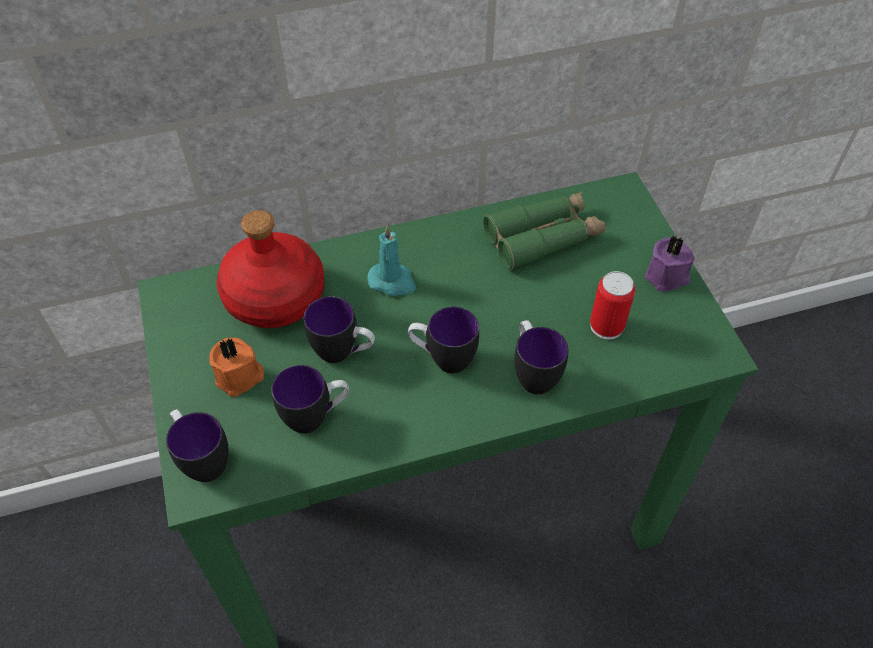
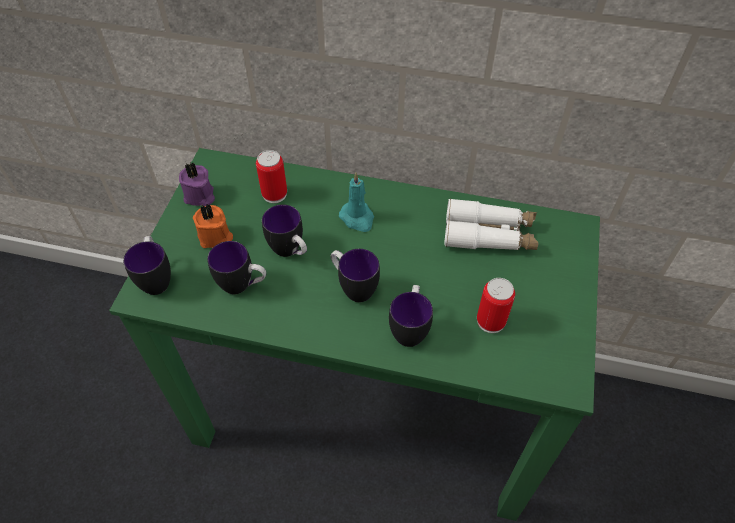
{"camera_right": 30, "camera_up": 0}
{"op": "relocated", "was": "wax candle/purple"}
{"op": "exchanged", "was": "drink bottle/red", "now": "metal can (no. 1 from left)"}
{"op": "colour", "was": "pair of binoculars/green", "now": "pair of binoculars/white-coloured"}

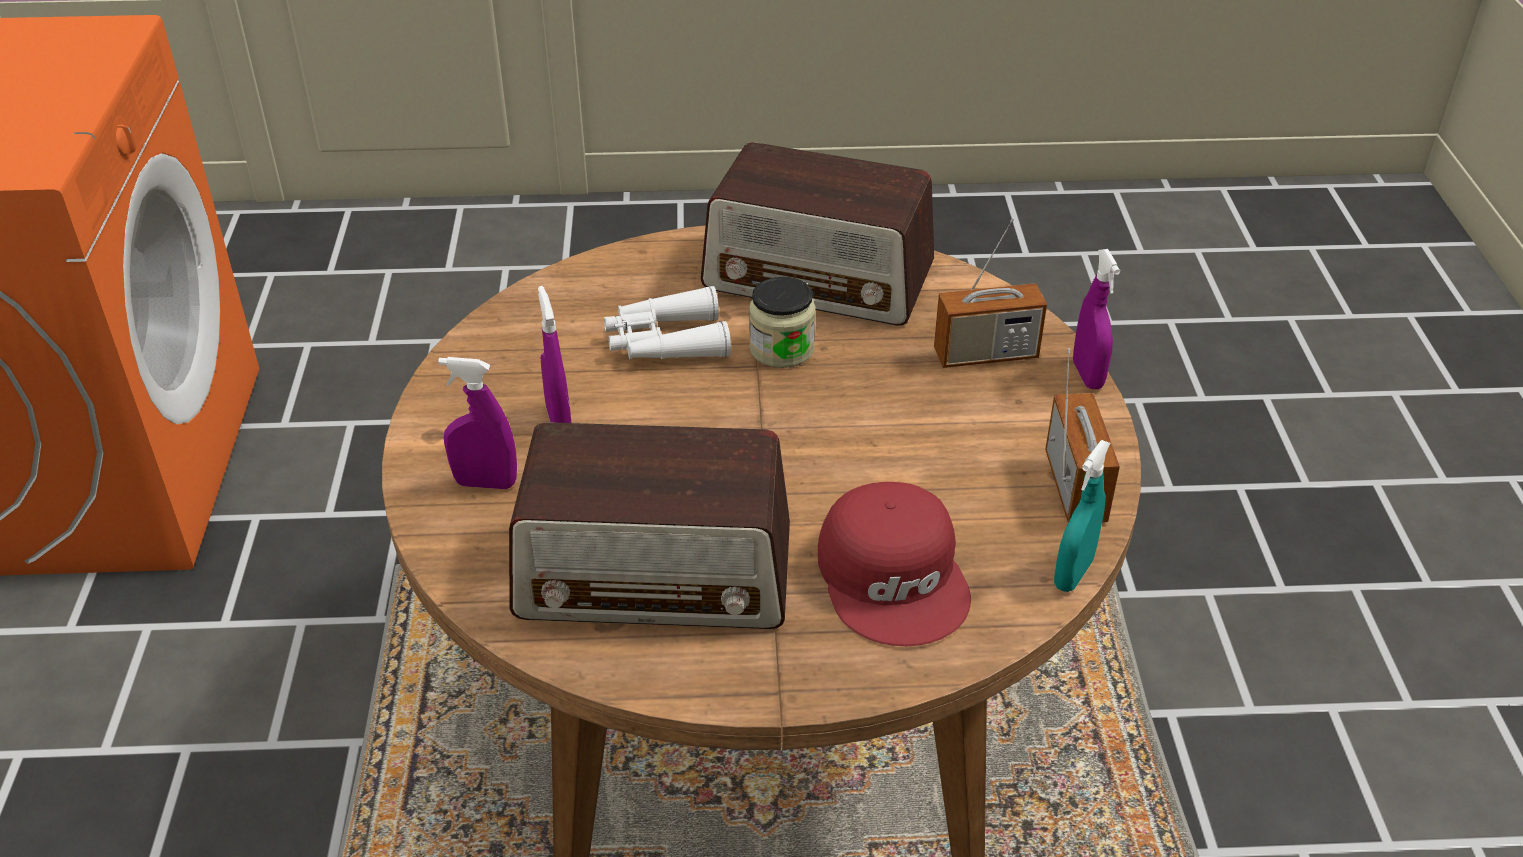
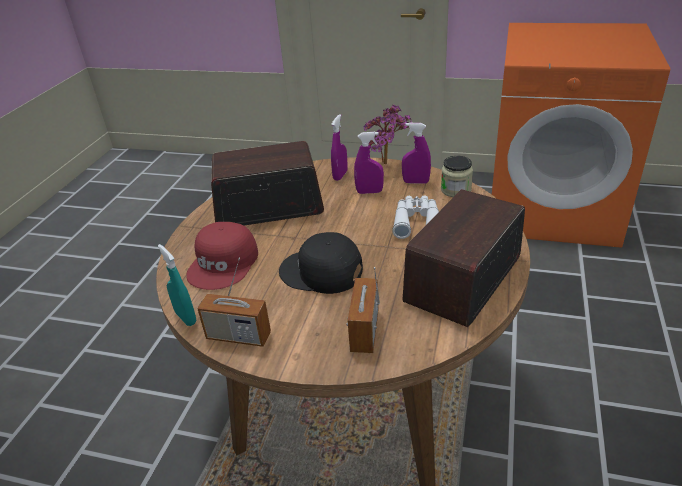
{"camera_right": 110, "camera_up": -5}
{"op": "spun", "was": "cap/red", "clockwise": -75}
{"op": "spun", "was": "radio set (no. 1 from left in the first image)", "clockwise": 60}
{"op": "appeared", "now": "cap/black"}
{"op": "appeared", "now": "potted plant"}
{"op": "relocated", "was": "spray bottle/purple (no. 3 from left)"}
{"op": "relocated", "was": "storage jar"}

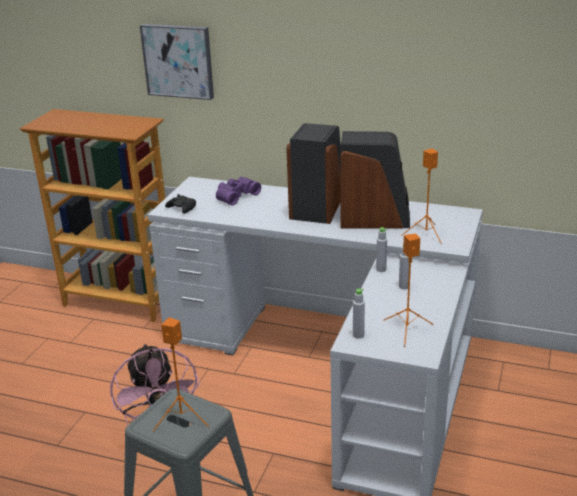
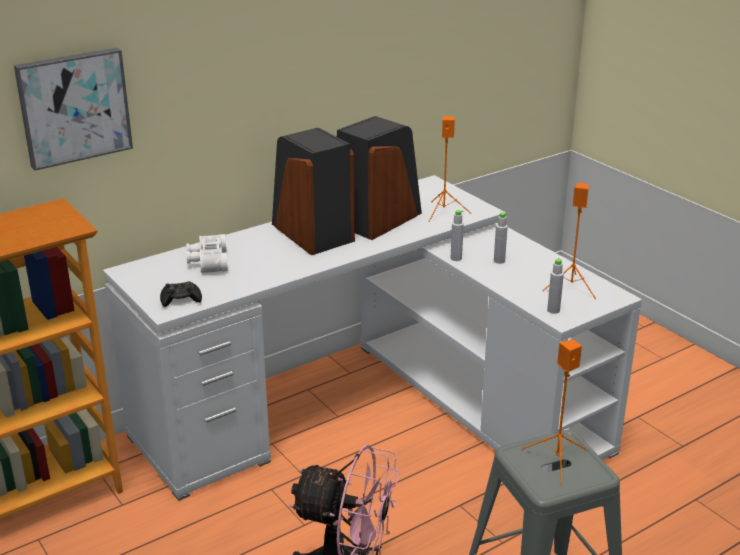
{"camera_right": -55, "camera_up": 0}
{"op": "colour", "was": "pair of binoculars/purple", "now": "pair of binoculars/white-coloured"}

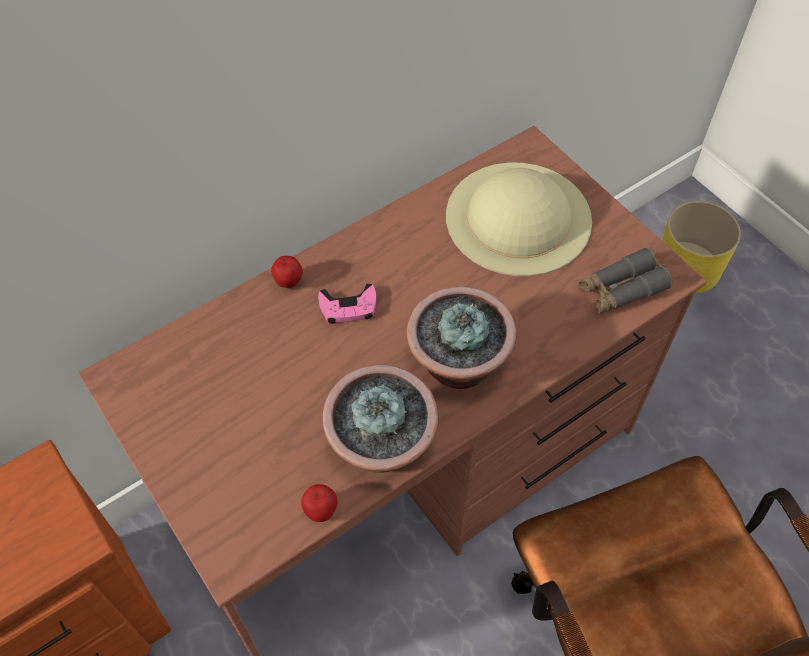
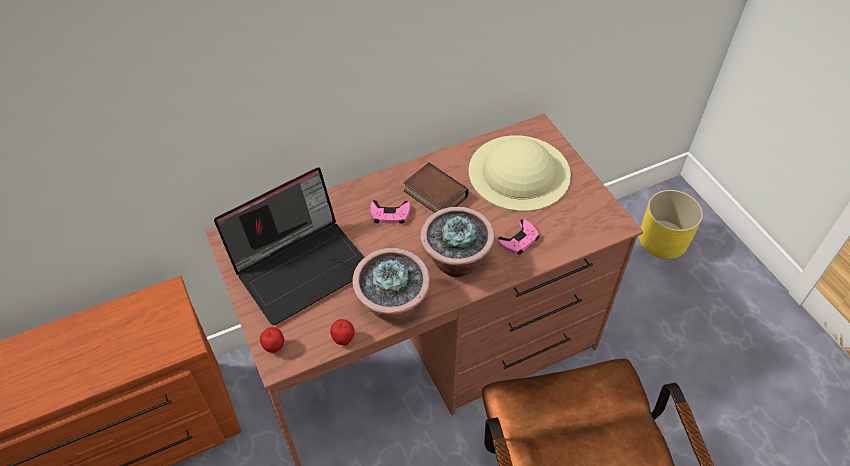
{"camera_right": 10, "camera_up": -5}
{"op": "appeared", "now": "portable computer"}
{"op": "relocated", "was": "apple (no. 1 from left)"}
{"op": "appeared", "now": "book"}
{"op": "appeared", "now": "joypad/pink-coloured (no. 2 from left)"}
{"op": "missing", "was": "pair of binoculars/gray"}

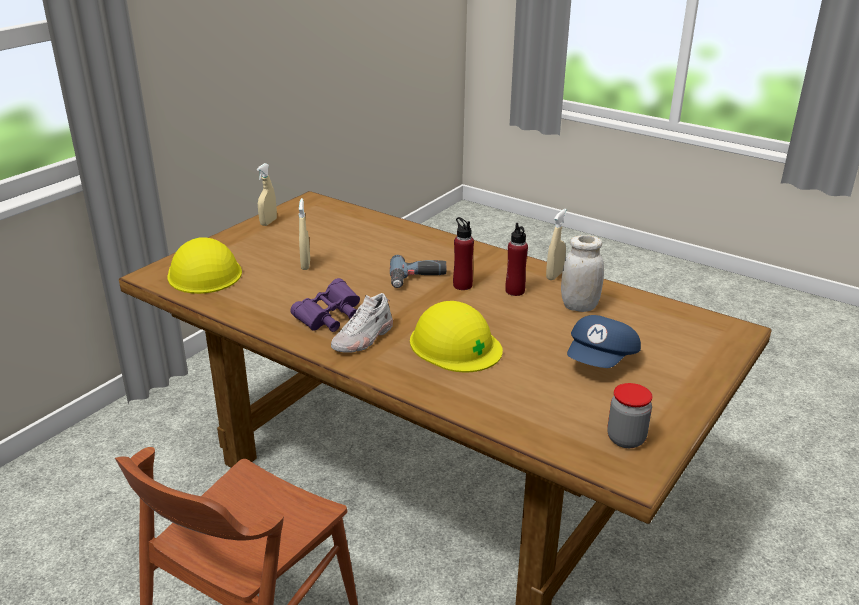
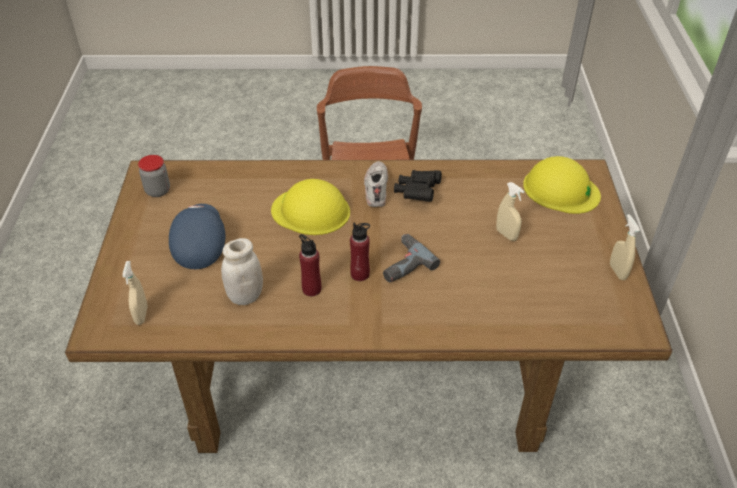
{"camera_right": 145, "camera_up": 15}
{"op": "relocated", "was": "spray bottle/sand-coloured (no. 3 from left in the first image)", "now": "spray bottle/sand-coloured (no. 1 from left)"}
{"op": "colour", "was": "pair of binoculars/purple", "now": "pair of binoculars/black"}

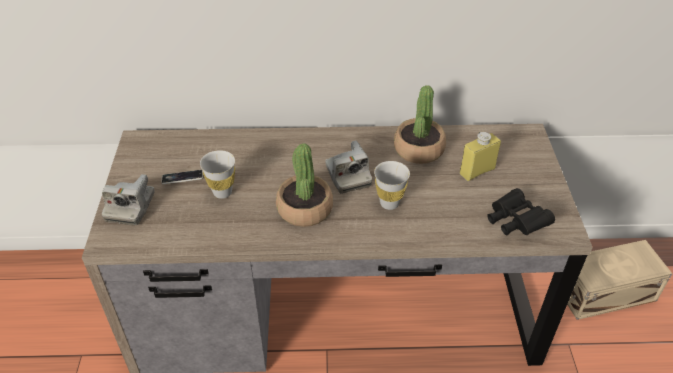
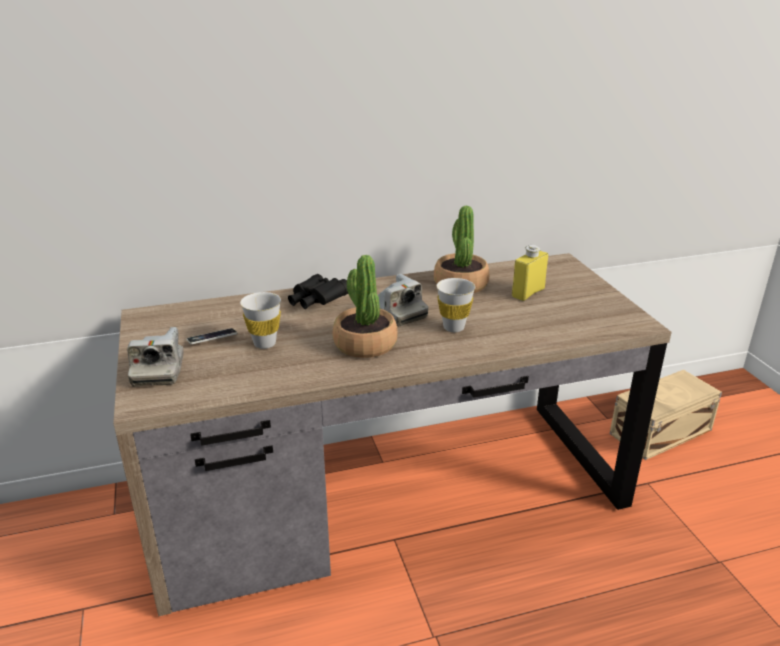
{"camera_right": -15, "camera_up": -15}
{"op": "relocated", "was": "pair of binoculars/black"}

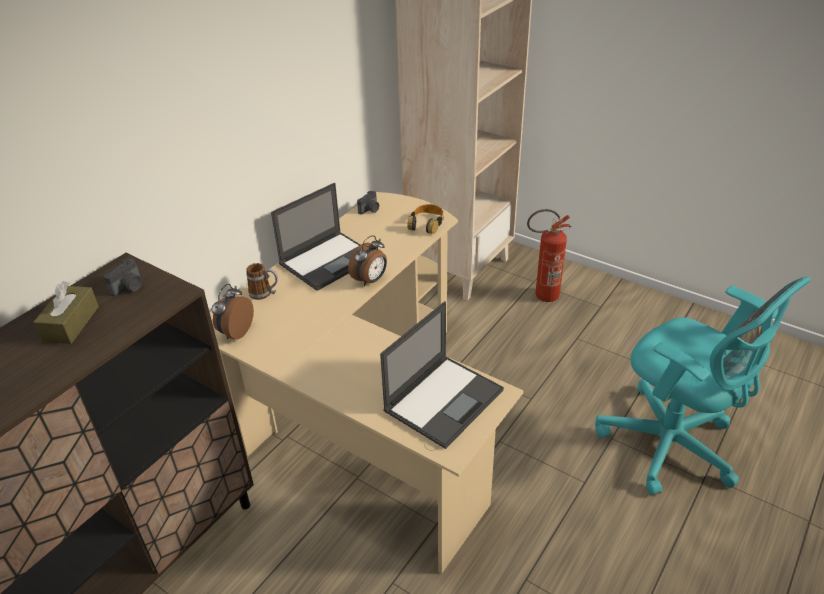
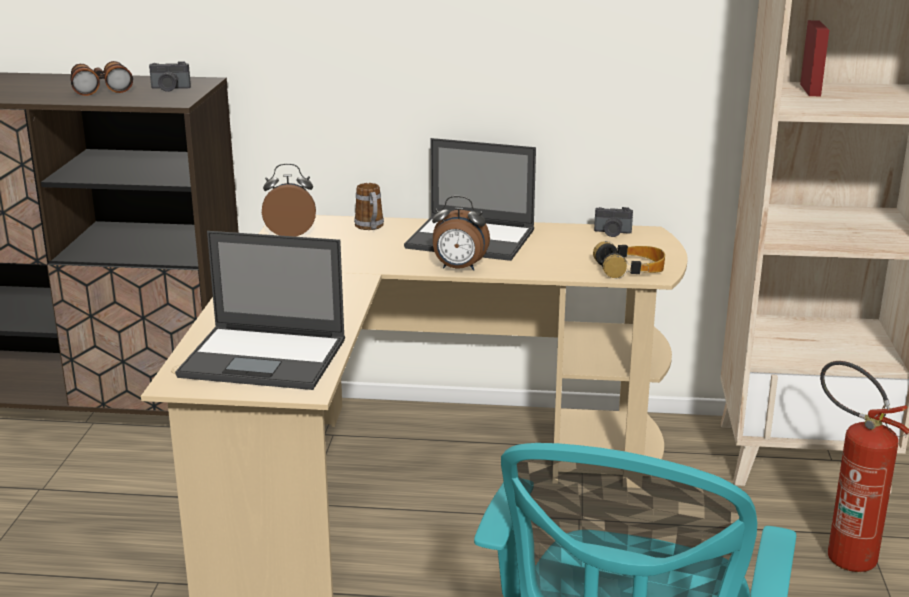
{"camera_right": 60, "camera_up": -15}
{"op": "exchanged", "was": "tissue box/brown", "now": "pair of binoculars"}

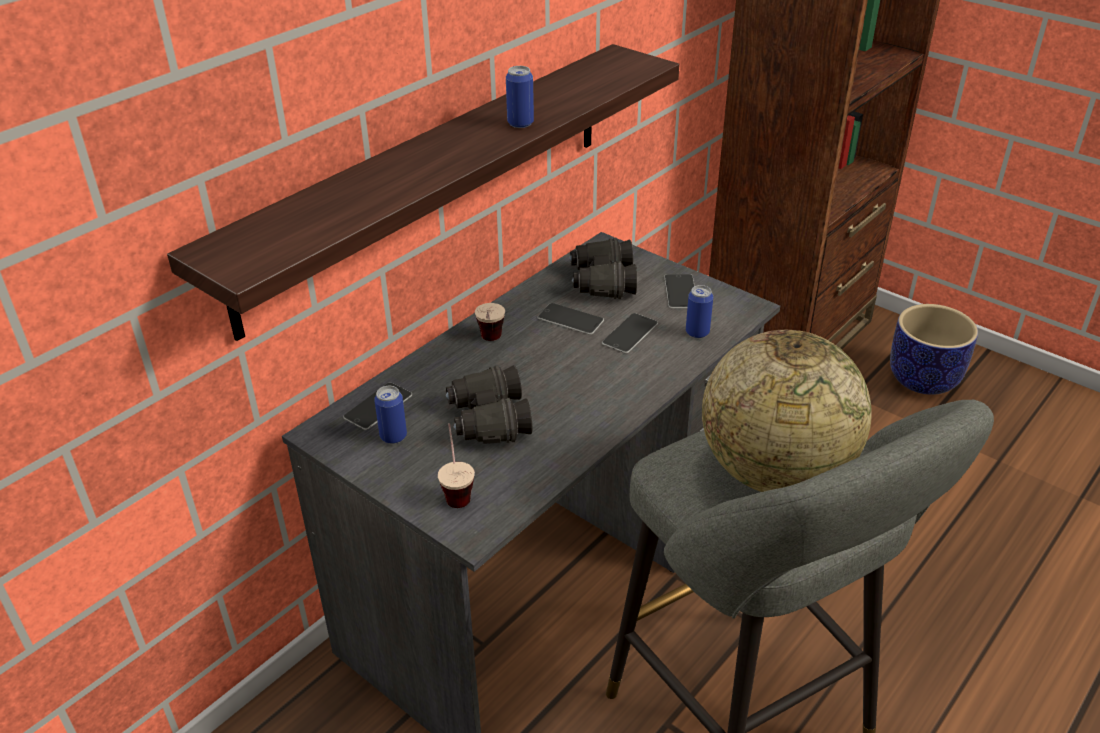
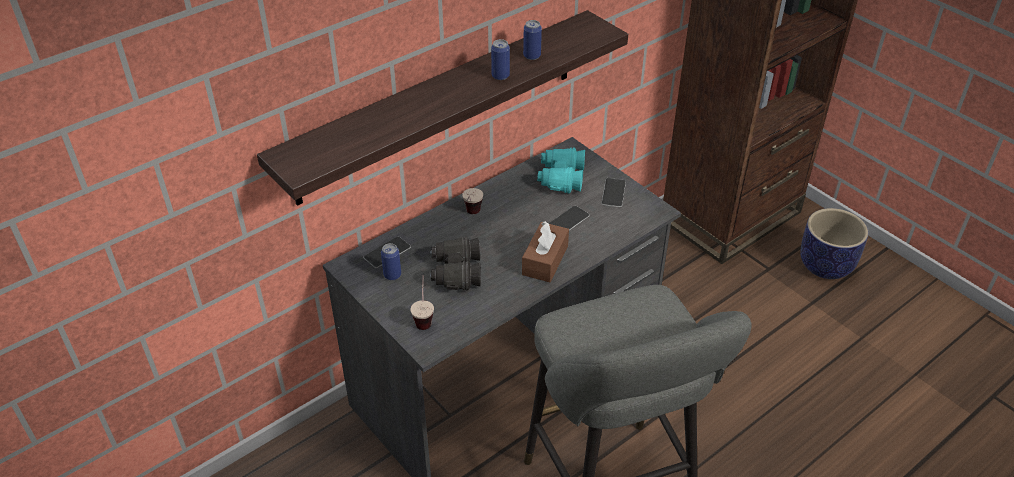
{"camera_right": 10, "camera_up": 5}
{"op": "appeared", "now": "tissue box/brown"}
{"op": "relocated", "was": "metal can (no. 3 from left)"}
{"op": "colour", "was": "pair of binoculars/black (no. 2 from left)", "now": "pair of binoculars/blue-green"}
{"op": "missing", "was": "telephone (no. 2 from left)"}
{"op": "missing", "was": "desk globe"}

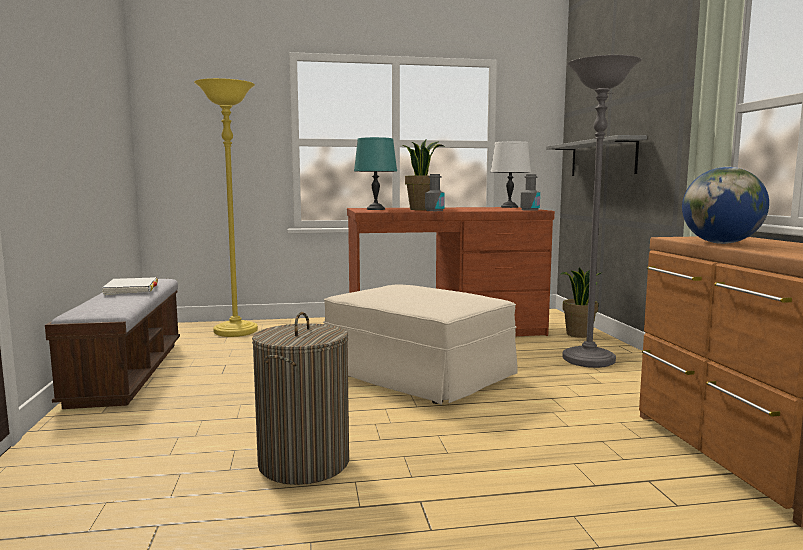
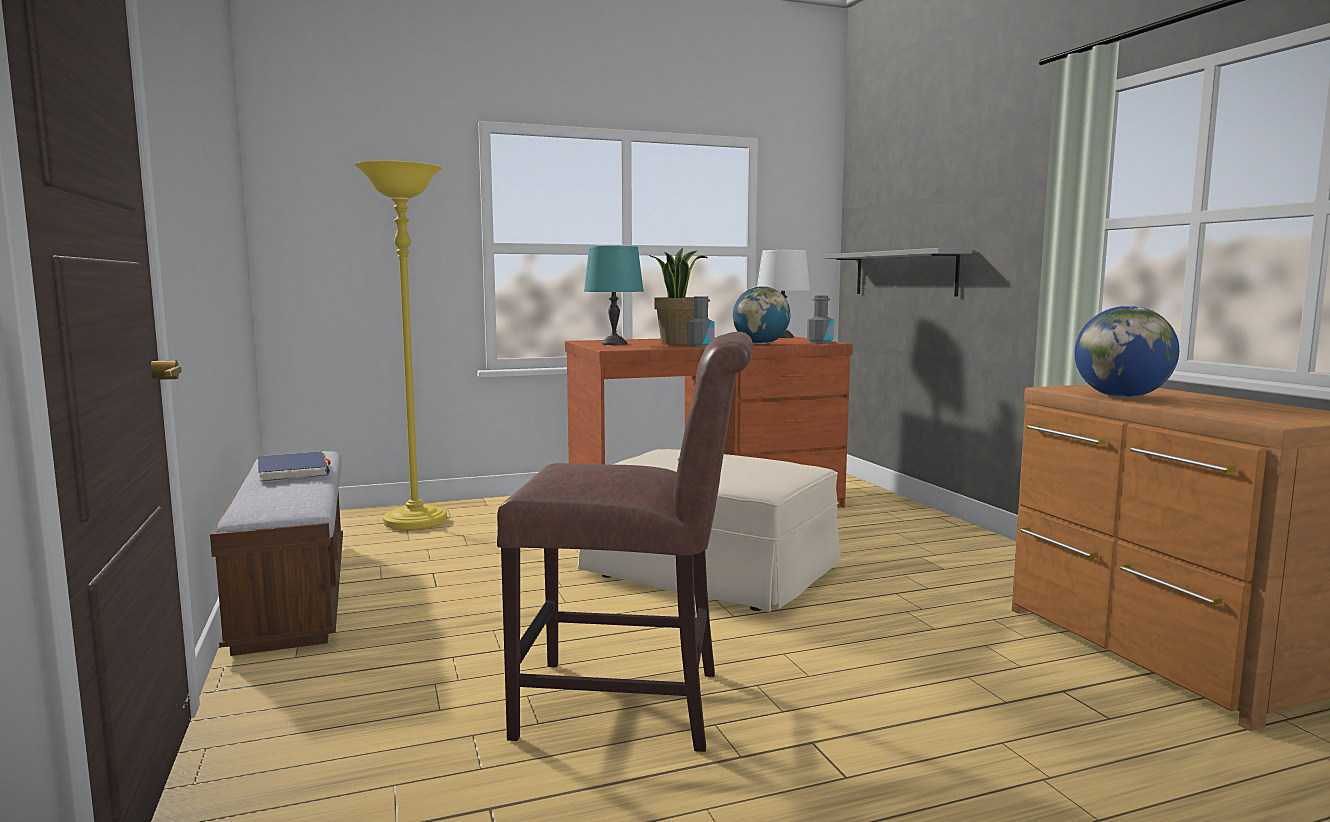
{"camera_right": -10, "camera_up": 0}
{"op": "colour", "was": "book/white-coloured", "now": "book/blue"}
{"op": "exchanged", "was": "laundry basket", "now": "plain chair/brown"}
{"op": "appeared", "now": "desk globe (no. 1 from left)"}
{"op": "missing", "was": "potted plant (no. 2 from left)"}
{"op": "missing", "was": "standard lamp/gray"}

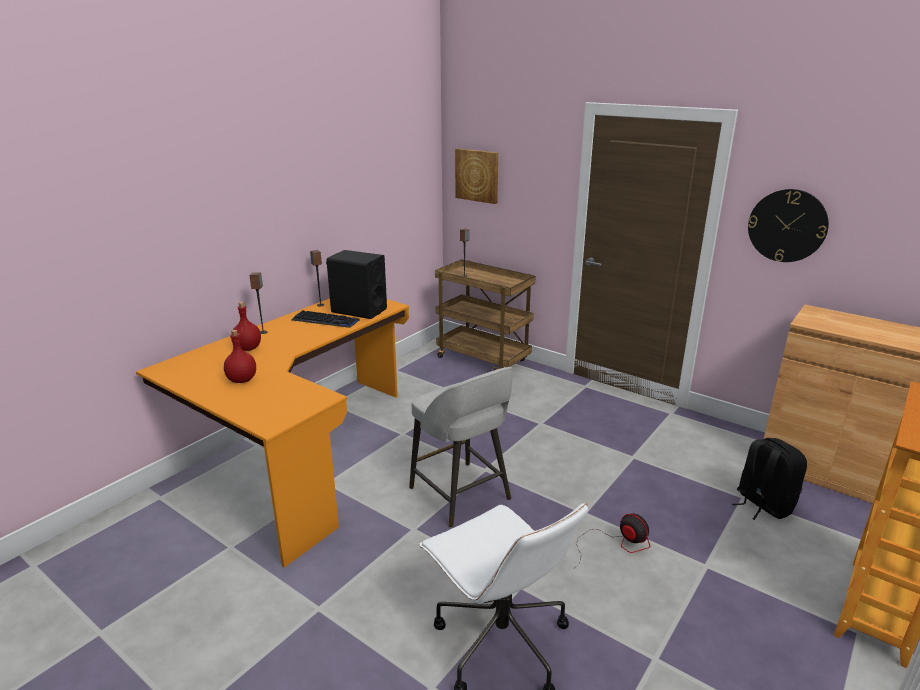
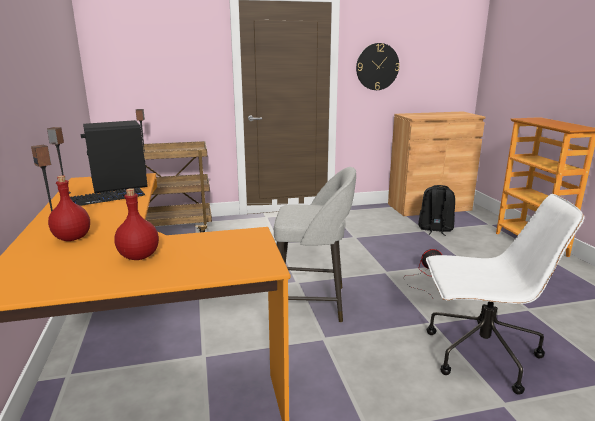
{"camera_right": -50, "camera_up": -5}
{"op": "missing", "was": "picture"}

